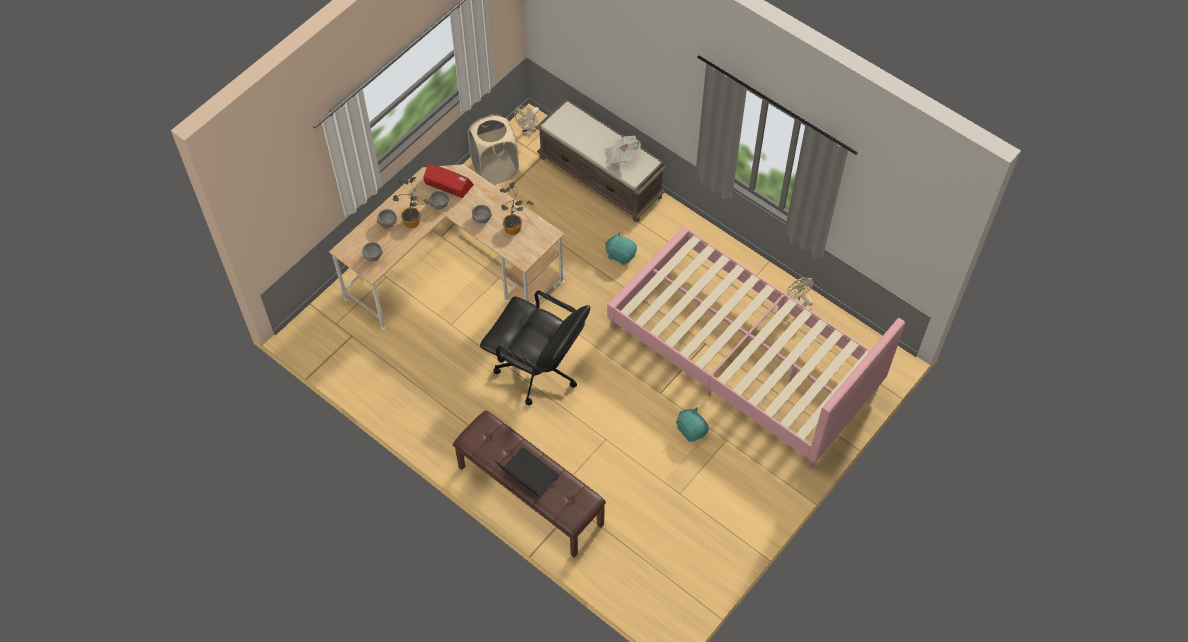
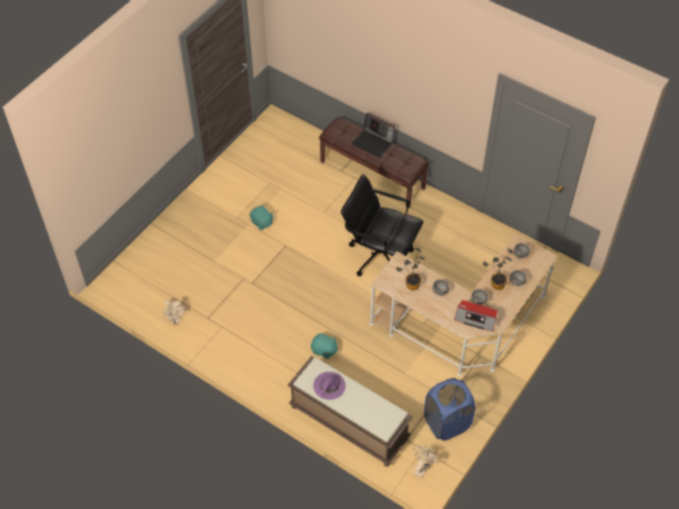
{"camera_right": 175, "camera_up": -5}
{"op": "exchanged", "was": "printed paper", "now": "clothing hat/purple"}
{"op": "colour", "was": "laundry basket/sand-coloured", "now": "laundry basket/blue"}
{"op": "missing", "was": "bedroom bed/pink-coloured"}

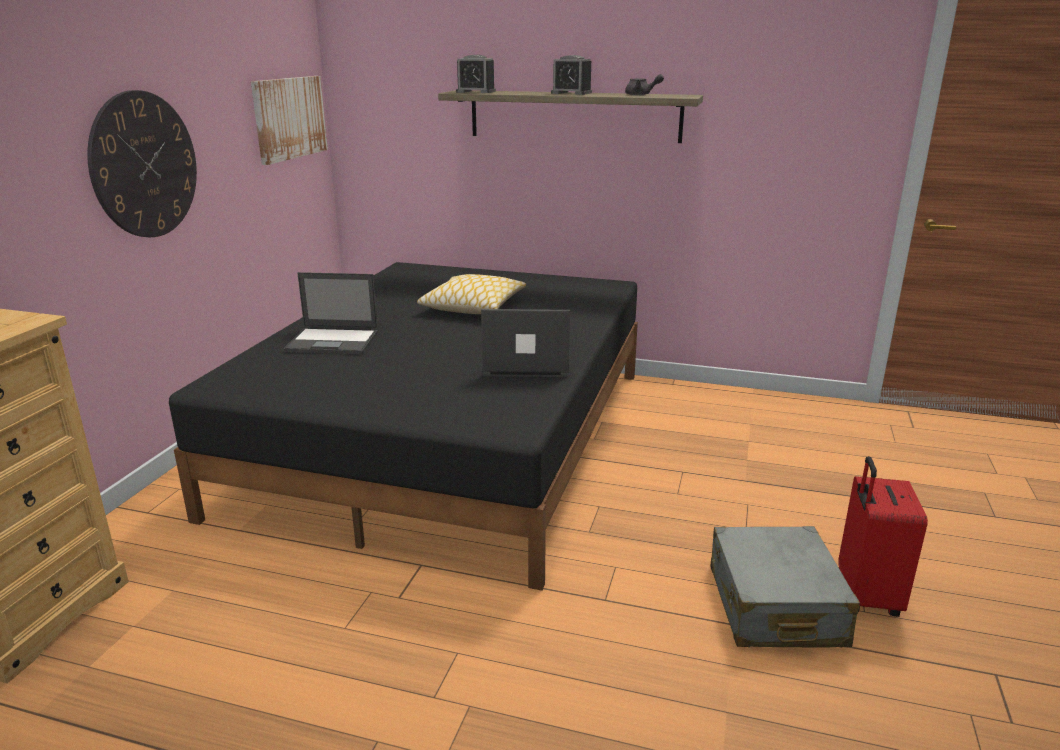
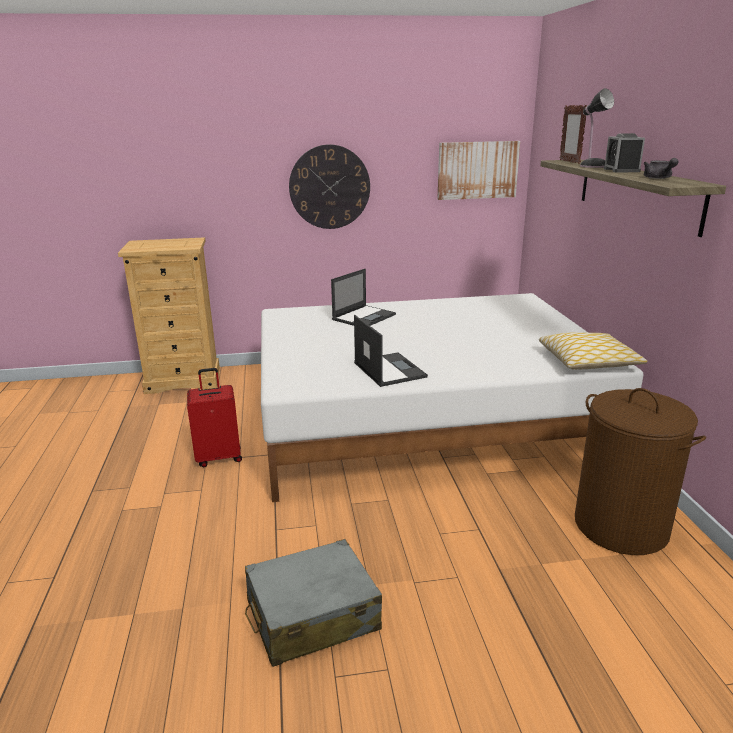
{"camera_right": 65, "camera_up": 0}
{"op": "relocated", "was": "suitcase/red"}
{"op": "colour", "was": "bedroom bed/black", "now": "bedroom bed/white-coloured"}
{"op": "spun", "was": "portable computer (no. 1 from left)", "clockwise": -120}
{"op": "relocated", "was": "throw pillow"}
{"op": "exchanged", "was": "alarm clock (no. 1 from left)", "now": "picture frame"}
{"op": "appeared", "now": "laundry basket/brown"}
{"op": "appeared", "now": "tabletop lamp"}

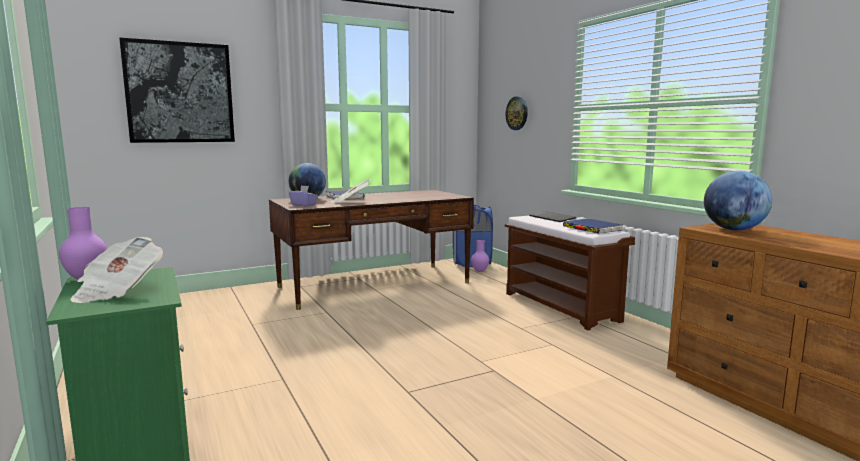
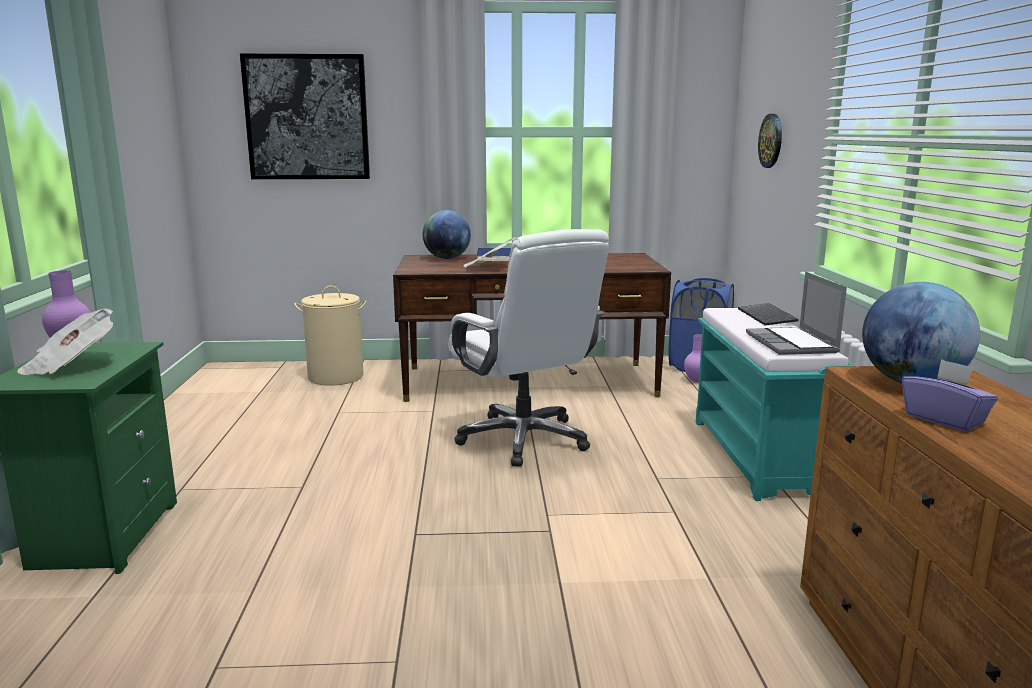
{"camera_right": 25, "camera_up": 5}
{"op": "appeared", "now": "laundry basket/sand-coloured"}
{"op": "appeared", "now": "desk chair/white-coloured"}
{"op": "colour", "was": "long seat/brown", "now": "long seat/blue-green"}
{"op": "exchanged", "was": "book/blue (no. 2 from left)", "now": "portable computer"}
{"op": "relocated", "was": "tissue box/purple"}

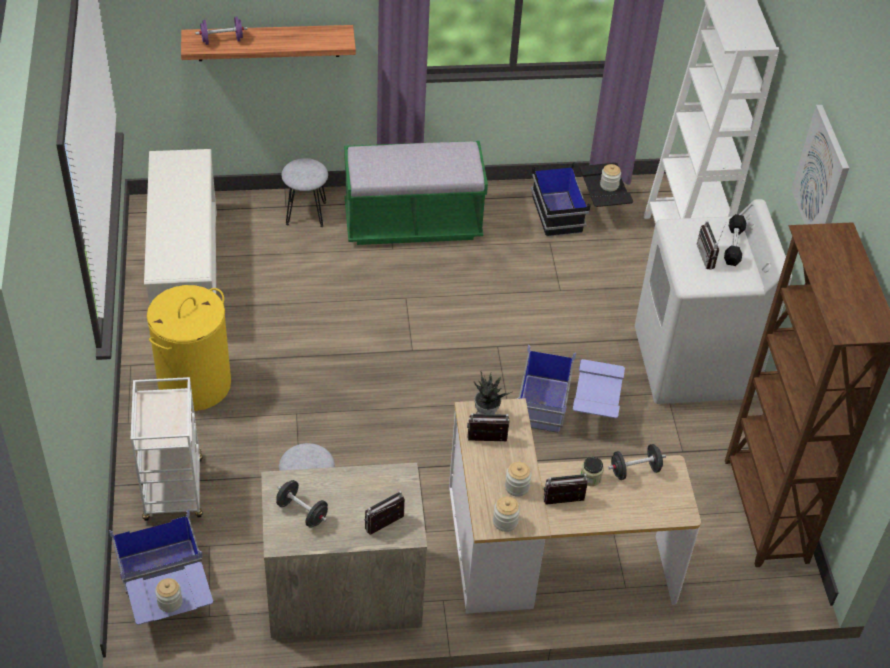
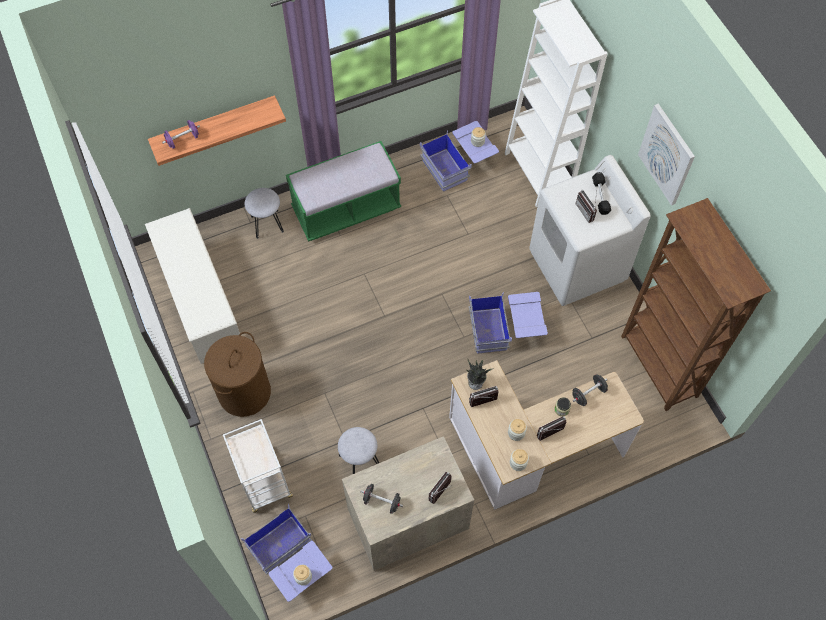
{"camera_right": -15, "camera_up": 15}
{"op": "colour", "was": "laundry basket/yellow", "now": "laundry basket/brown"}
{"op": "colour", "was": "storage bin/black", "now": "storage bin/blue (no. 2 from left)"}

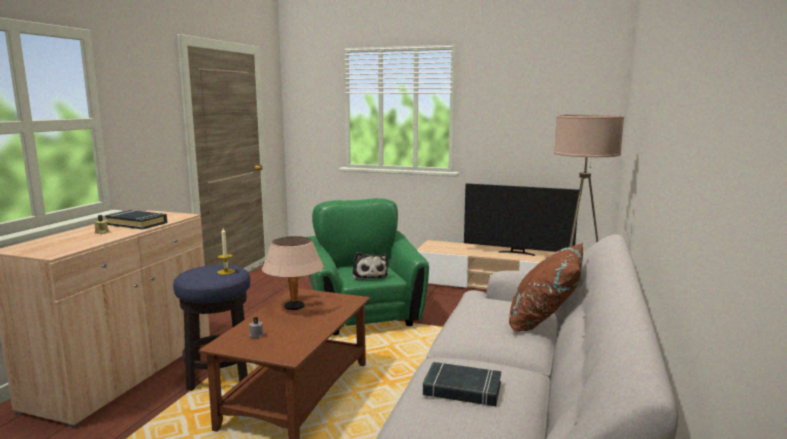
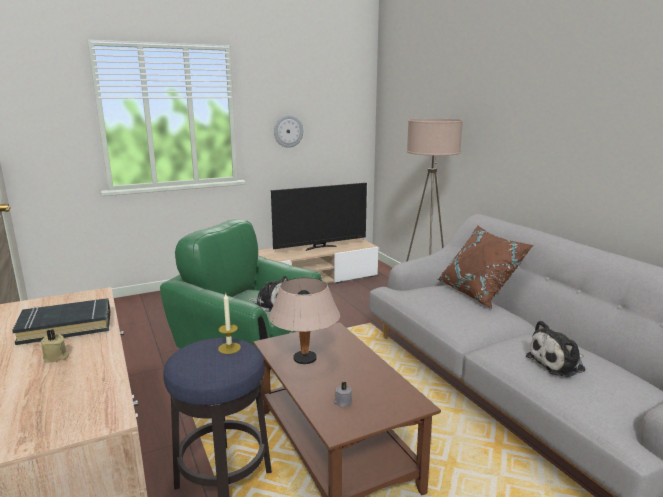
{"camera_right": -45, "camera_up": 5}
{"op": "appeared", "now": "wall clock"}
{"op": "exchanged", "was": "book/black (no. 2 from left)", "now": "soft toy (no. 2 from left)"}

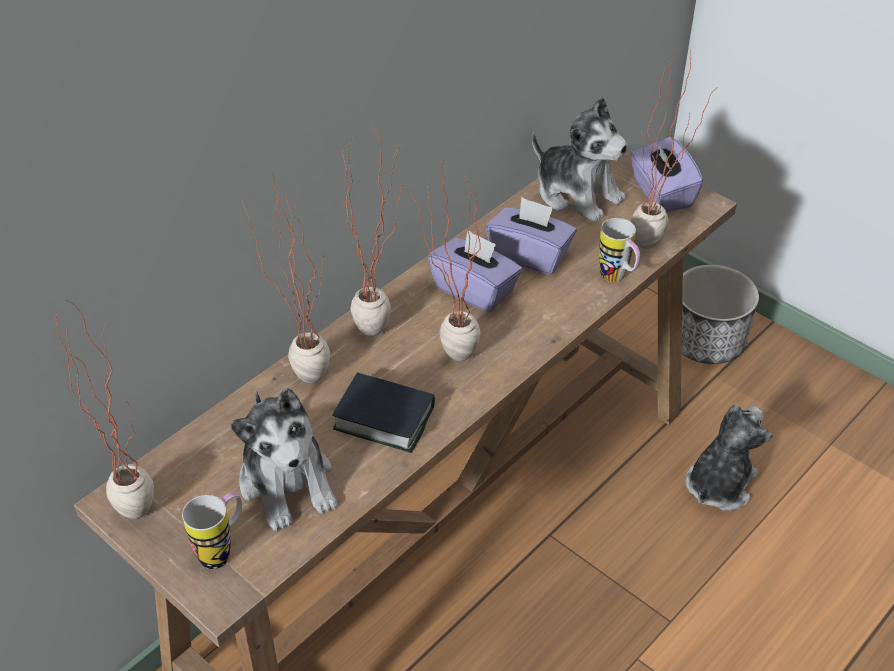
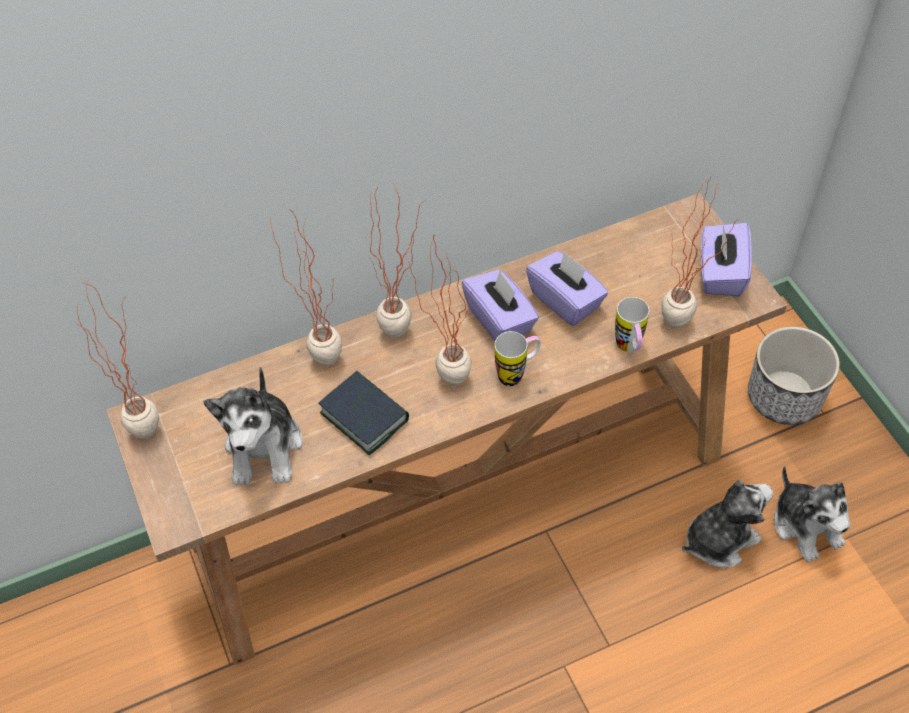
{"camera_right": 25, "camera_up": 10}
{"op": "relocated", "was": "mug (no. 1 from left)"}
{"op": "relocated", "was": "soft toy (no. 2 from left in the first image)", "now": "soft toy (no. 3 from left)"}

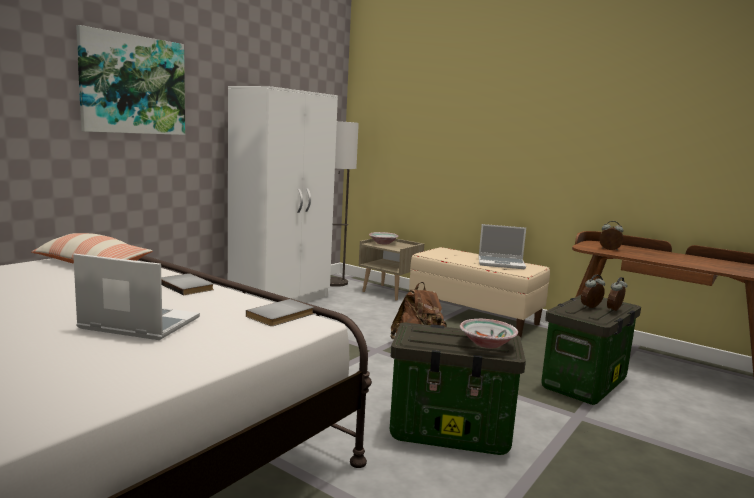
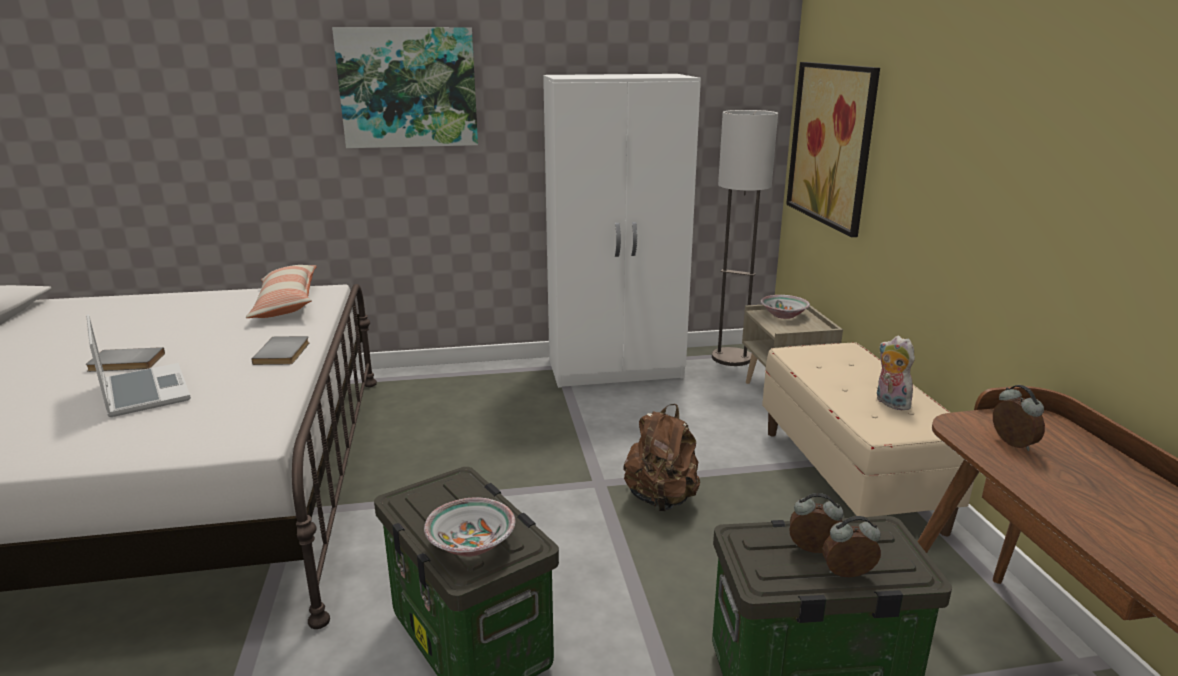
{"camera_right": 45, "camera_up": 10}
{"op": "relocated", "was": "book/gray (no. 2 from left in the first image)", "now": "book/gray (no. 1 from left)"}
{"op": "appeared", "now": "picture (no. 2 from left)"}
{"op": "exchanged", "was": "portable computer (no. 2 from left)", "now": "soft toy"}

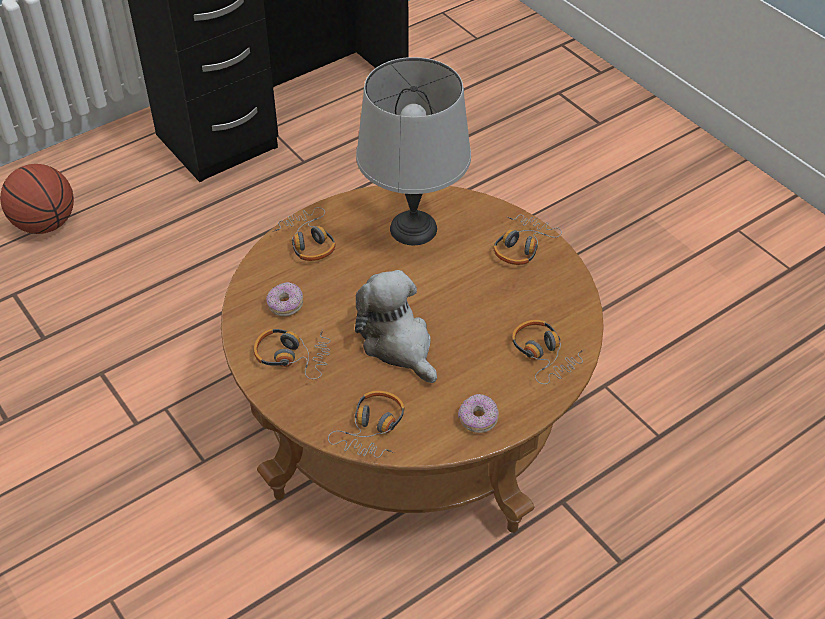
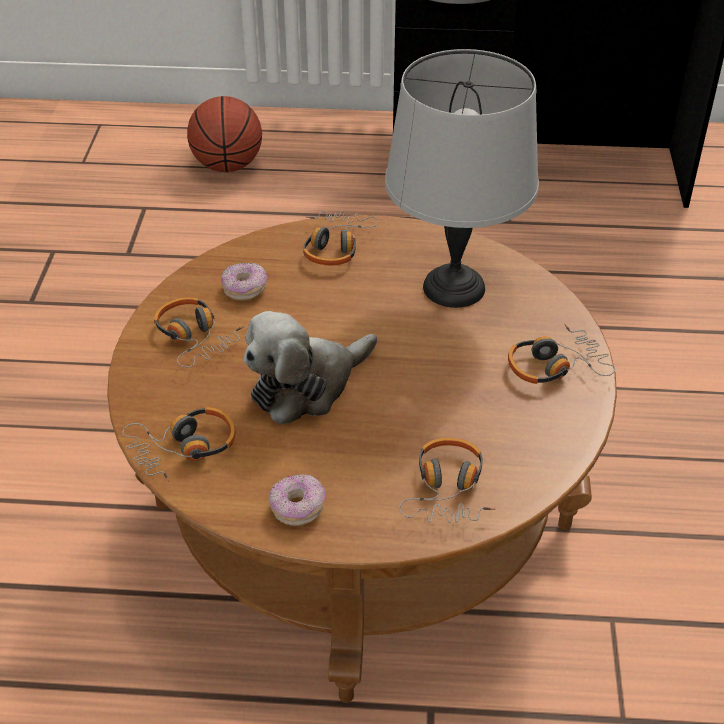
{"camera_right": 40, "camera_up": -5}
{"op": "spun", "was": "soft toy", "clockwise": -135}

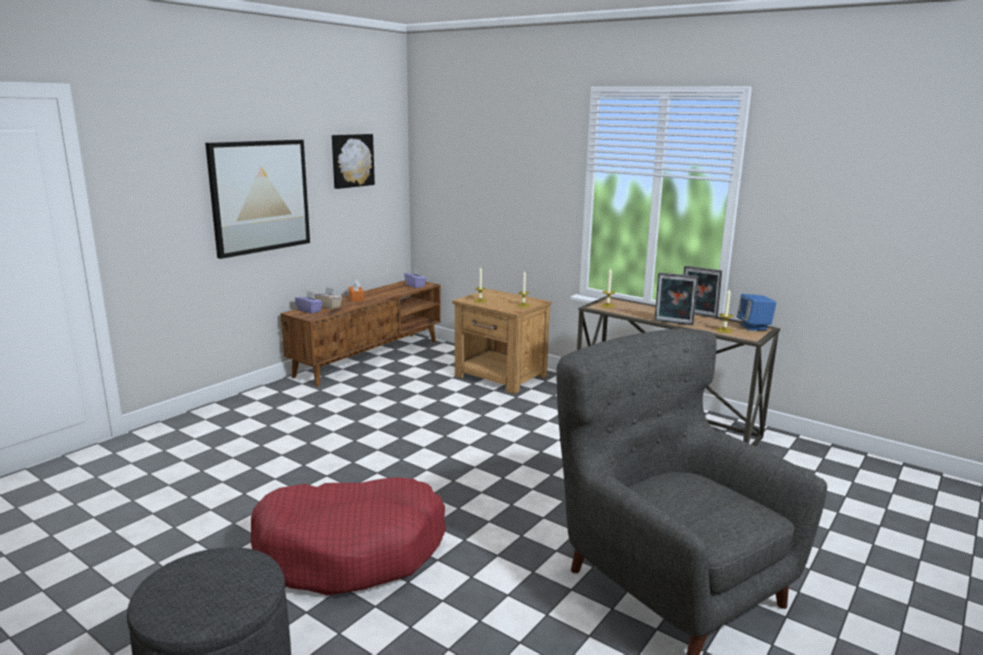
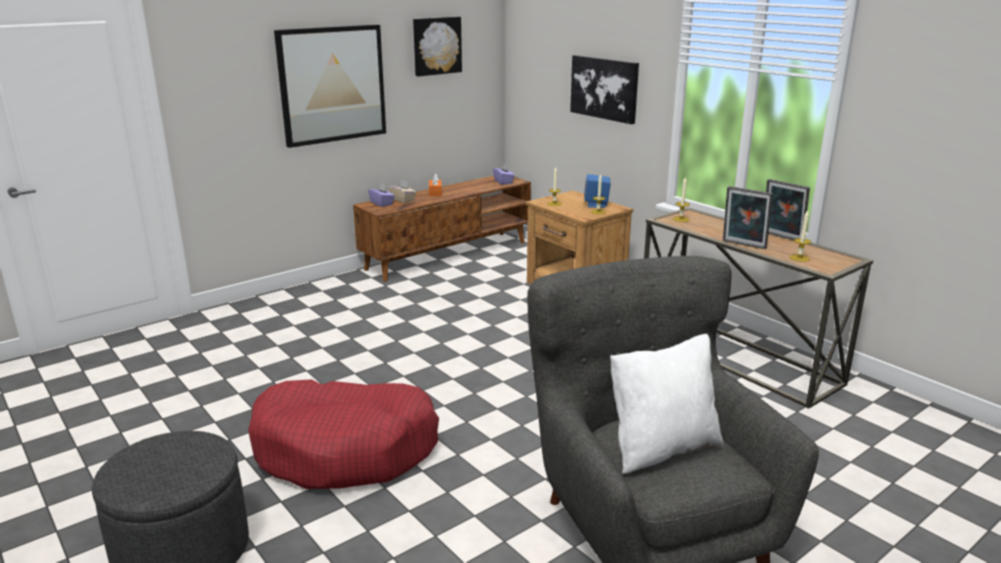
{"camera_right": 15, "camera_up": 5}
{"op": "appeared", "now": "picture (no. 3 from left)"}
{"op": "relocated", "was": "audio speaker/blue"}
{"op": "appeared", "now": "throw pillow/white-coloured"}

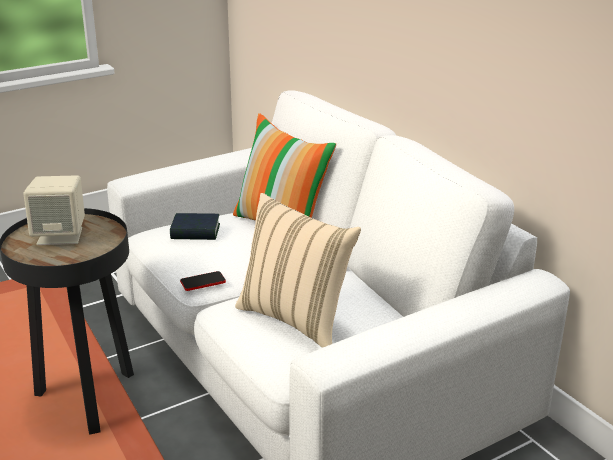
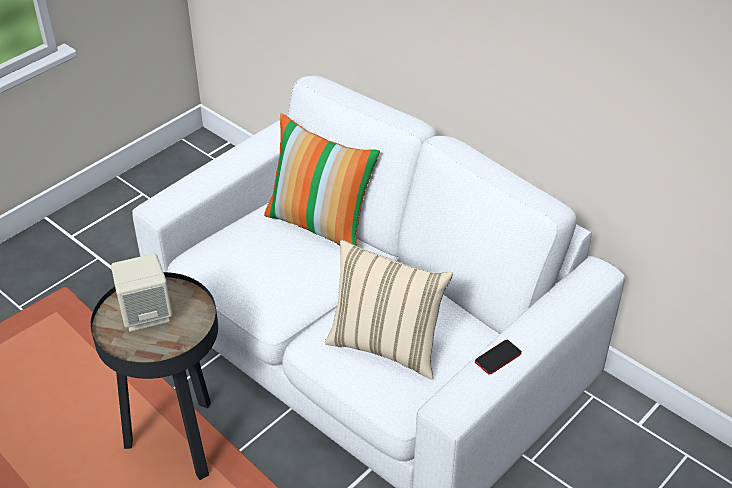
{"camera_right": -15, "camera_up": 15}
{"op": "relocated", "was": "telephone"}
{"op": "missing", "was": "book"}

